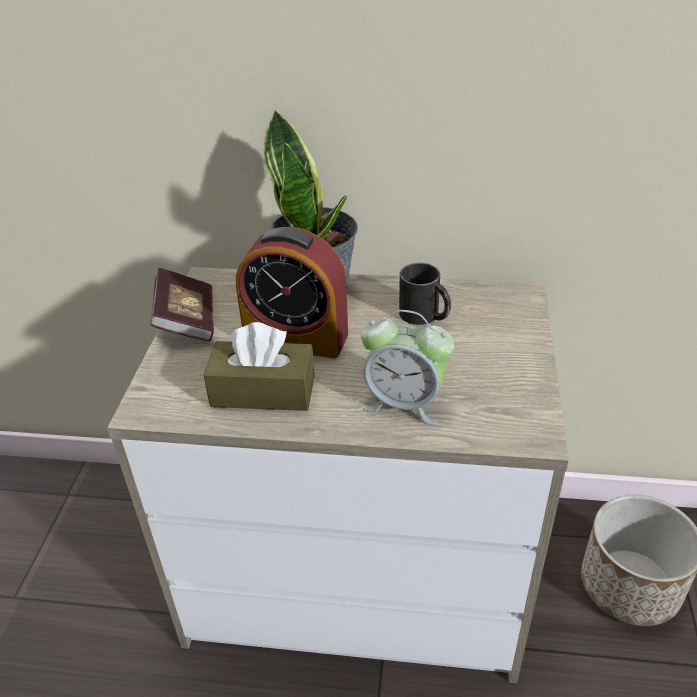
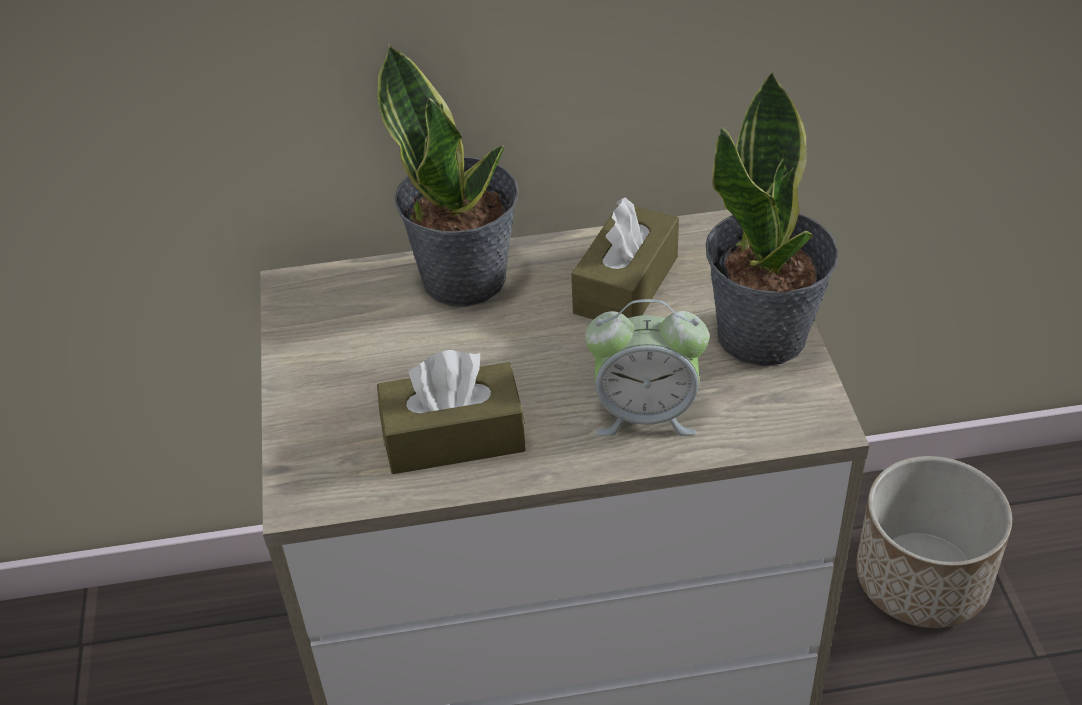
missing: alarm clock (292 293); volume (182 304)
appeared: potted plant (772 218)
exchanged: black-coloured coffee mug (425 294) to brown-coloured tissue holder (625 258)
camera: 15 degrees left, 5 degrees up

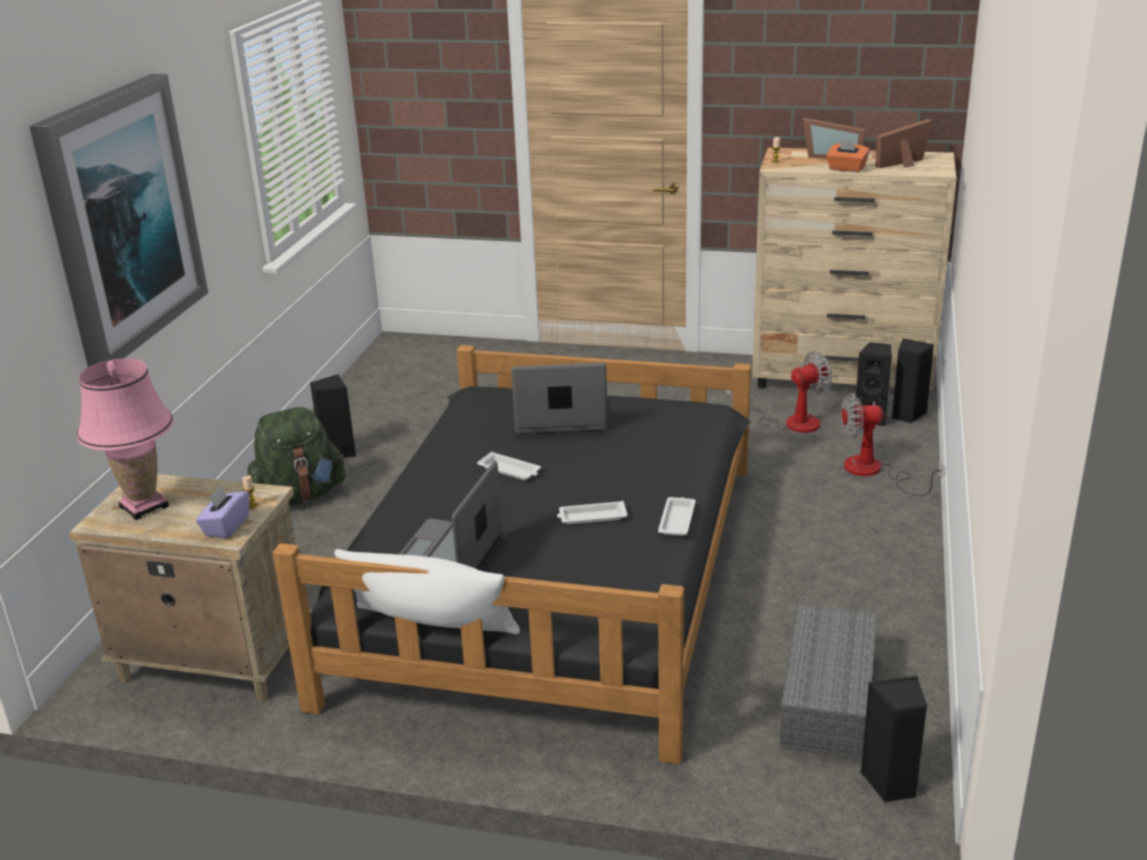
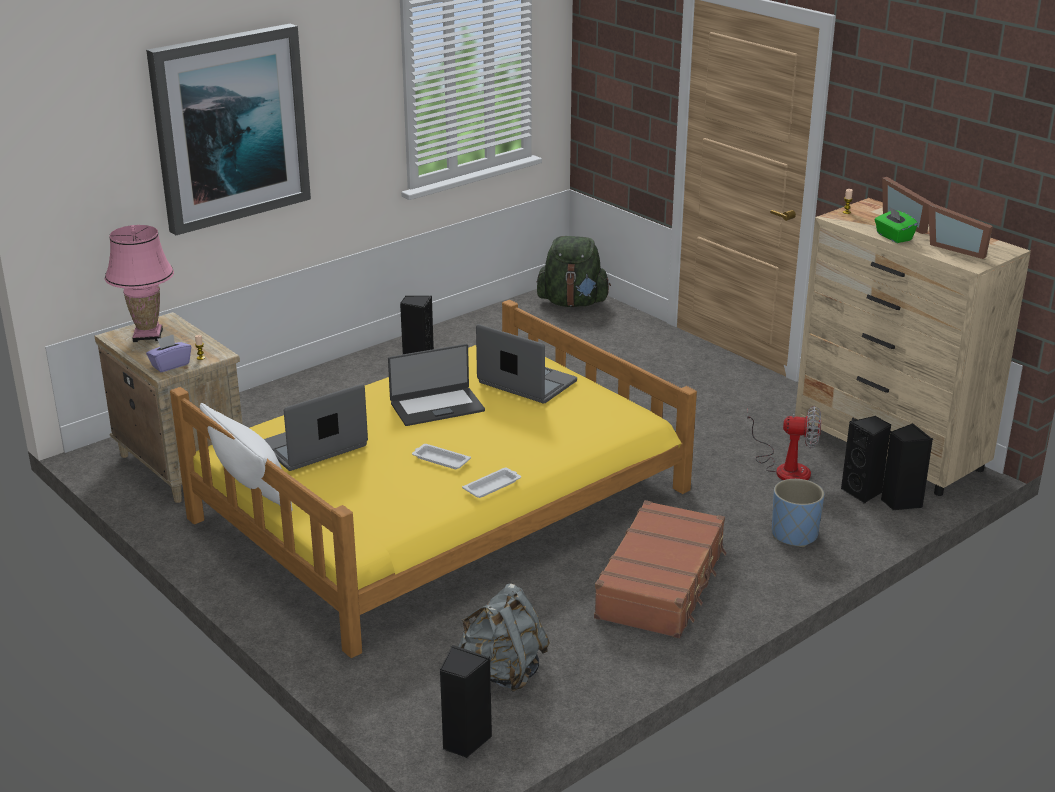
appeared: brown-coloured piece of luggage (660 569)
relocated: greenish rucksack (296 456) to (574 271)
exchanged: cooling fan (892 444) to bluish flower pot (798 513); white-coloured tray (509 466) to portable computer (436 385); grey storage bin (828 682) to grey rucksack (504 637)
colour: orange-coloured tissue holder (848 156) to greenish tissue holder (896 224); black-coloured bed (511 554) to yellow bed (433 479)
spun: photo frame (904 143) = (960 231) 150 degrees counterclockwise
camera: 35 degrees right, 0 degrees up

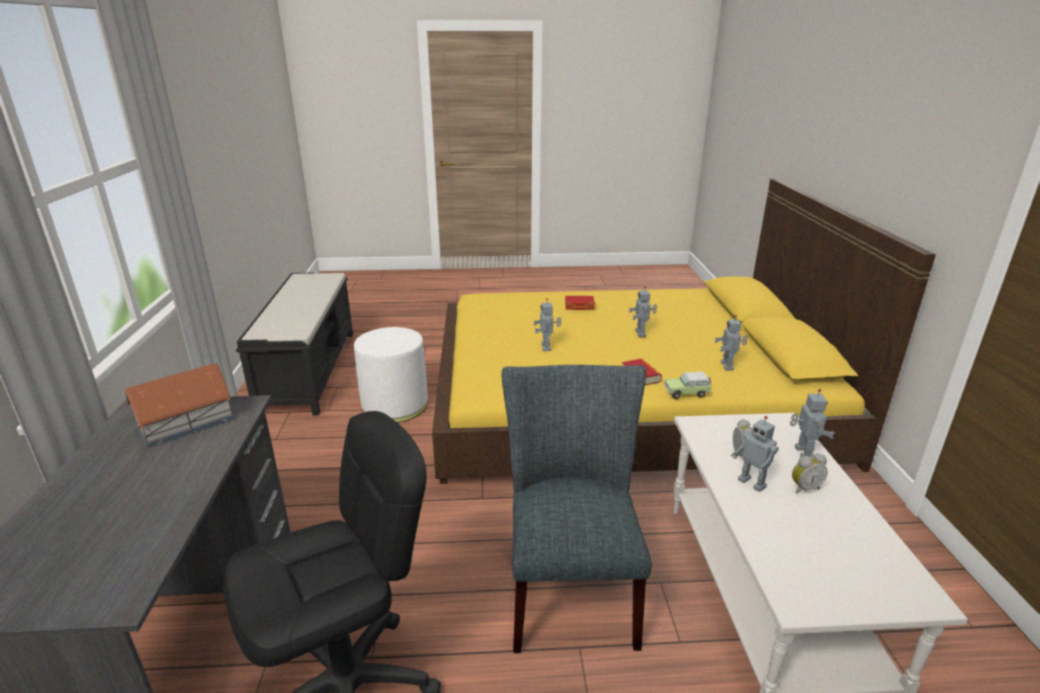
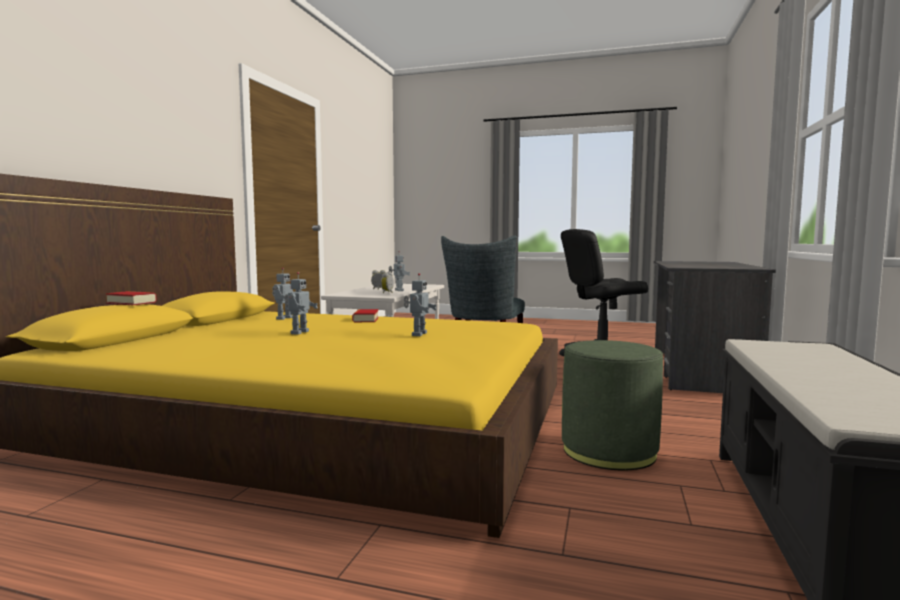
missing: toy house (180 406); toy car (687 385); model robot (812 423)
relocated: volume (580 303) to (131 298)
colour: white-coloured ottoman (391 375) to greenish ottoman (612 405)
camera: 160 degrees left, 20 degrees down

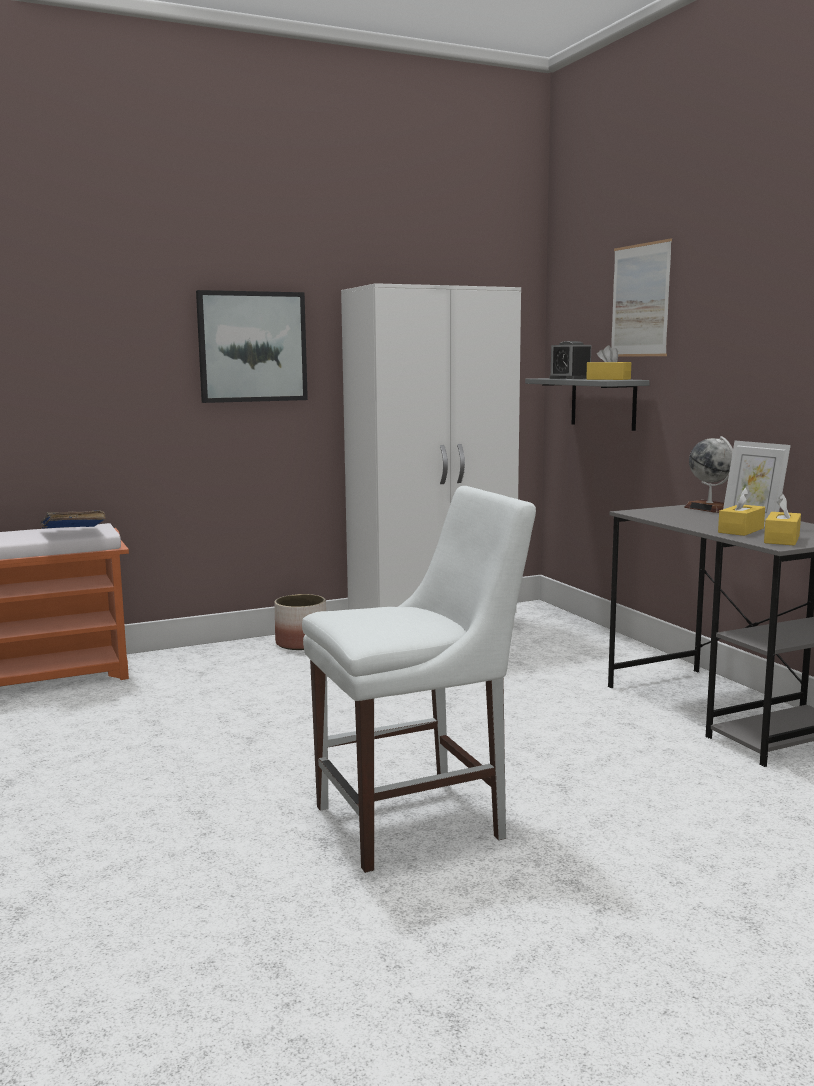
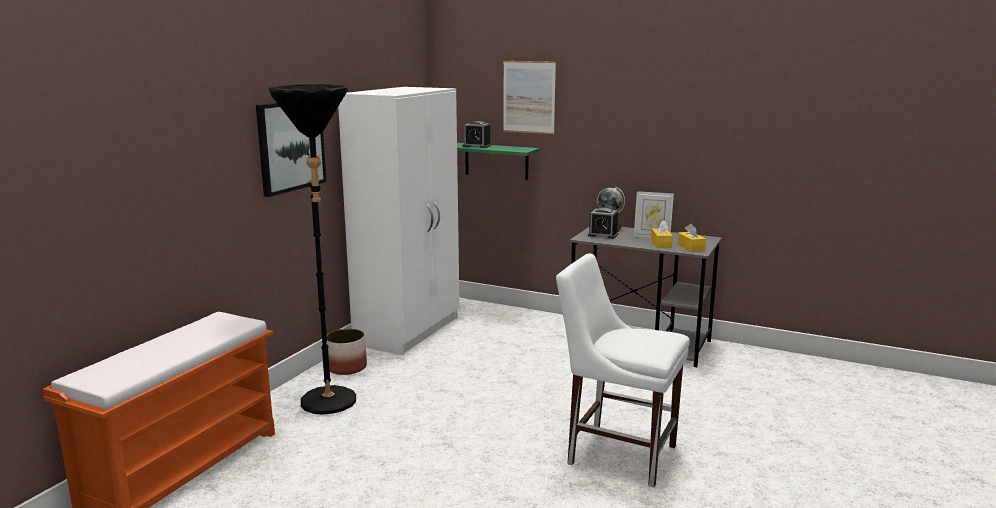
missing: yellow tissue holder (608 362); bluish volume (73 519)
appeared: black-coloured standing lamp (312 249); alarm clock (603 223)
colour: grey shelf (587 404) to greenish shelf (498 161)
spun: white-coloured plain chair (419 679) = (623 370) 90 degrees counterclockwise
camera: 40 degrees left, 5 degrees up

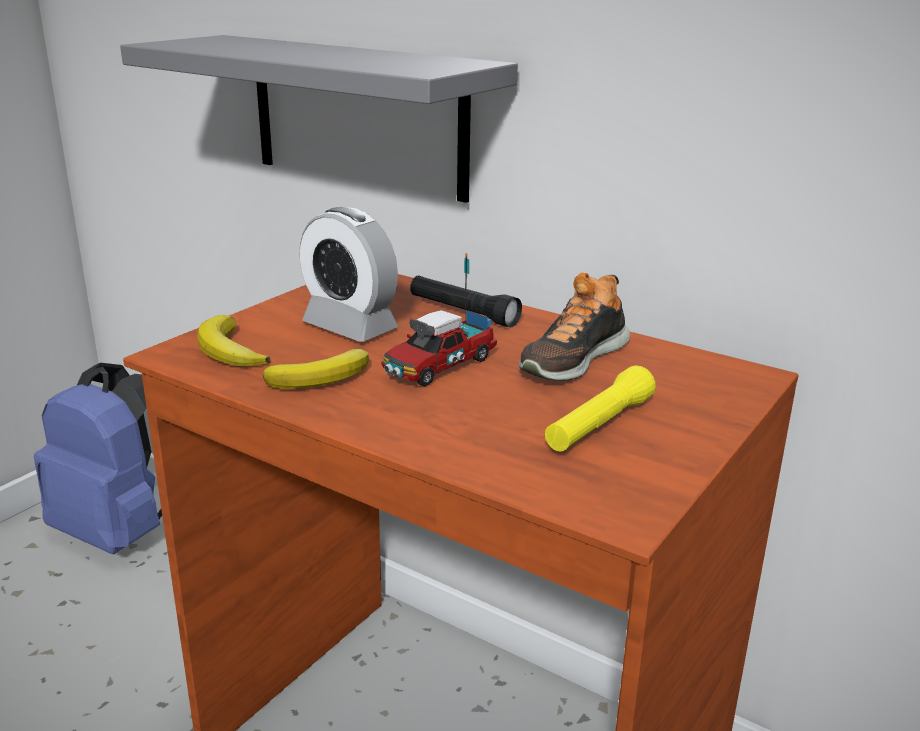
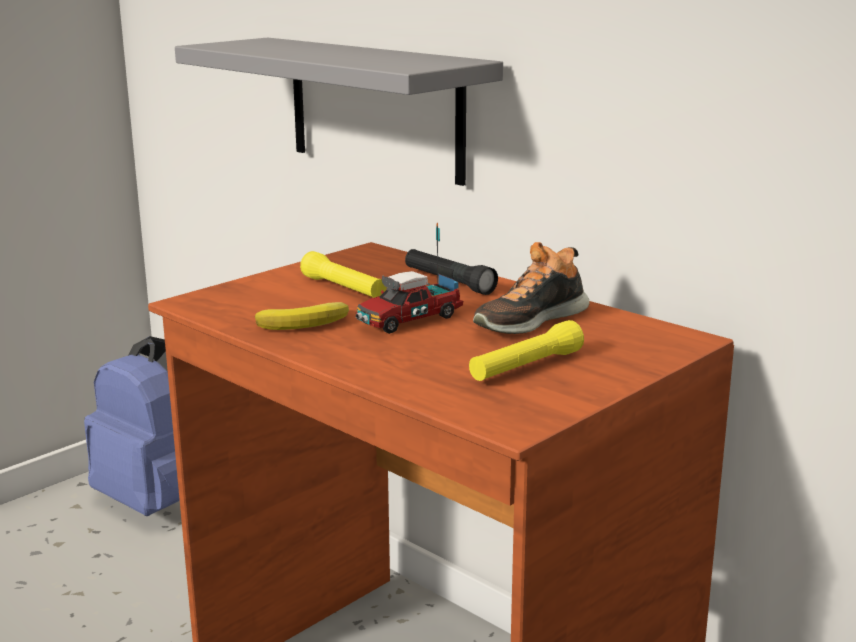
missing: banana (234 341)
exchanged: alarm clock (348 274) to yellow hand torch (343 274)
camera: 10 degrees right, 5 degrees down

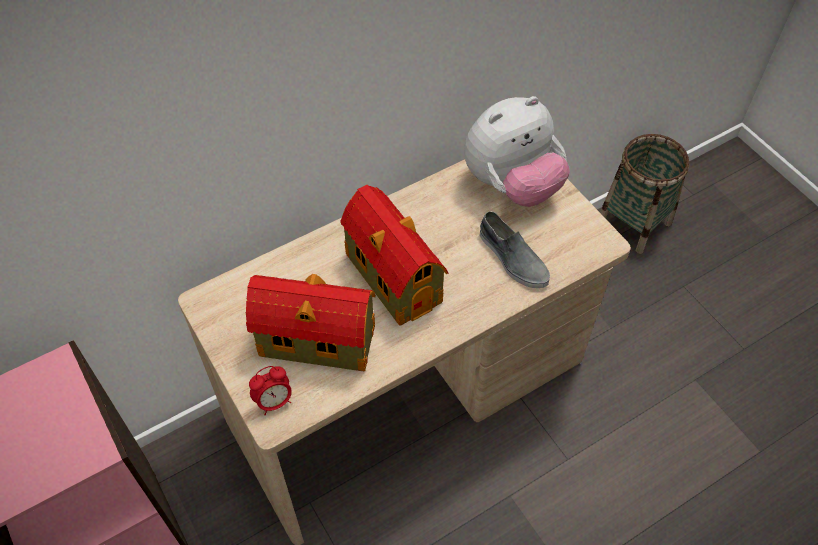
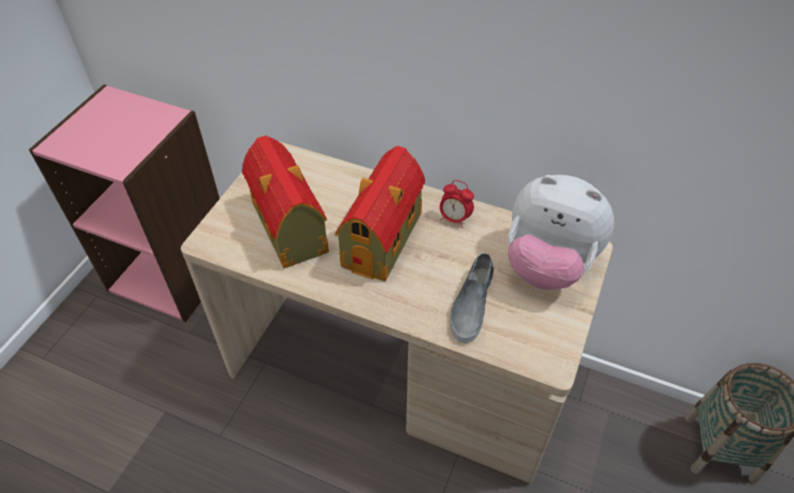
relocated: alarm clock (270 390) to (457 204)
camera: 55 degrees right, 5 degrees down

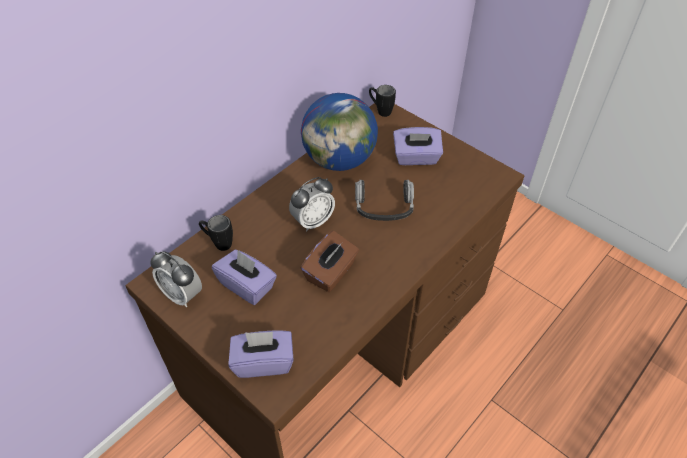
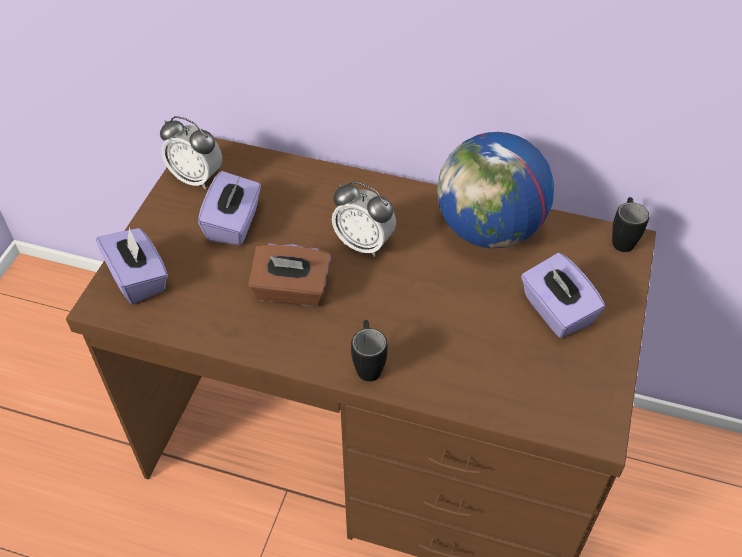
missing: headset (384 200)
relocated: black-coloured coffee mug (216 233) to (369 351)
spun: alarm clock (176 279) = (191 152) 75 degrees counterclockwise
camera: 65 degrees right, 0 degrees up

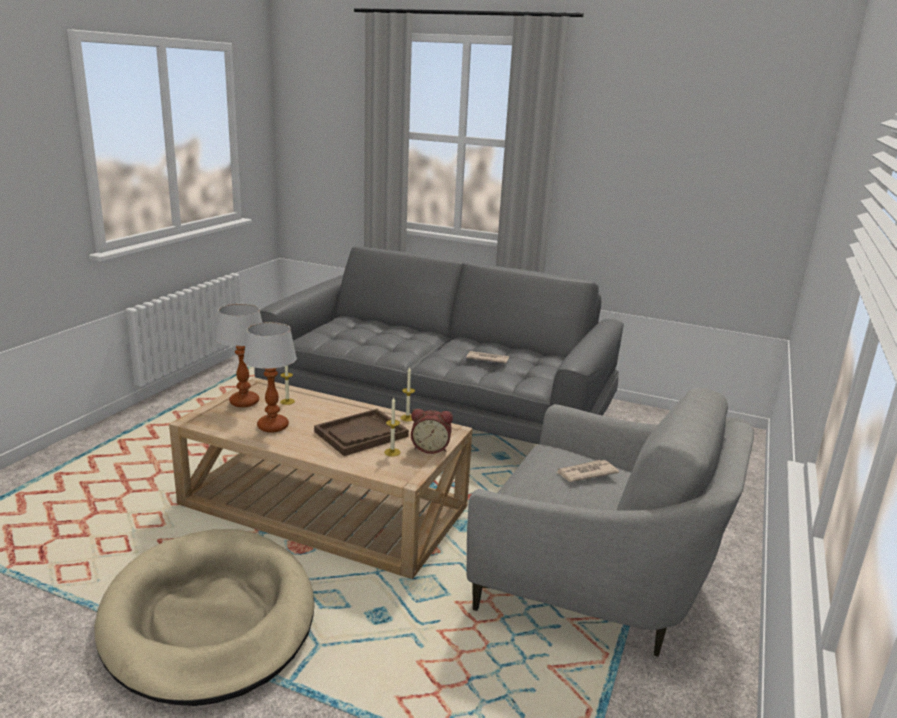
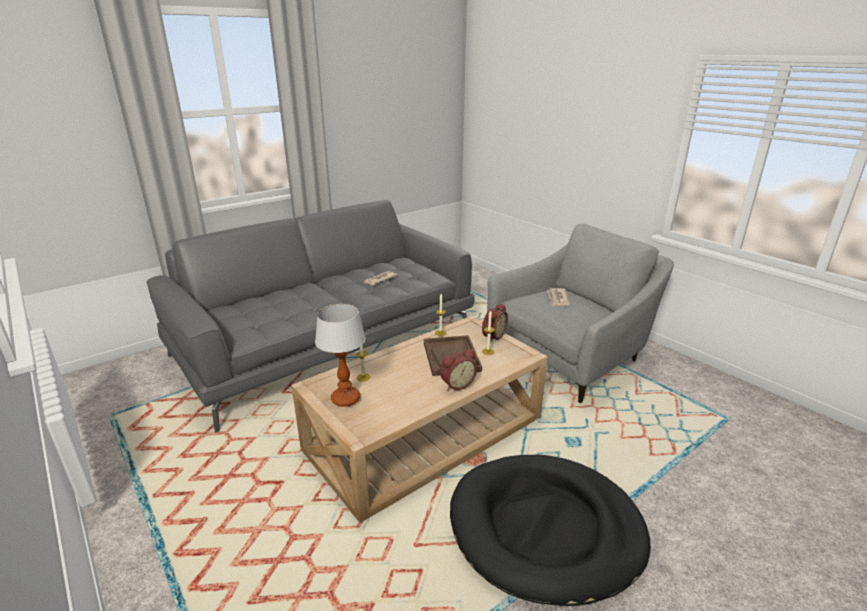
missing: tabletop lamp (270 377)
appeared: alarm clock (458 369)
colour: beige-coloured pet bed (204 617) to black-coloured pet bed (550 530)
camera: 60 degrees left, 5 degrees up

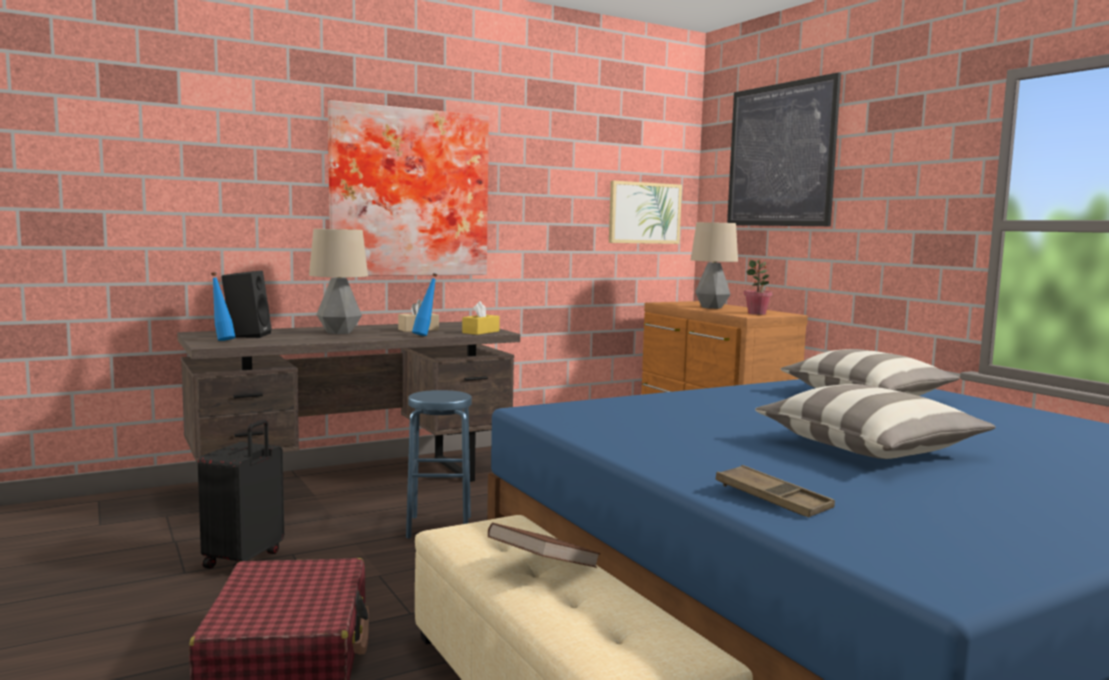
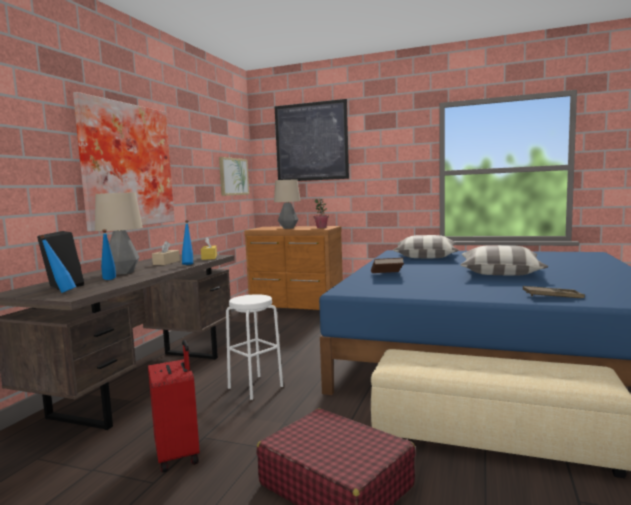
appeared: bluish drink bottle (108 254)
relocated: brown-coloured volume (544 545) to (387 265)
colour: bluish stool (439 464) to white-coloured stool (254 347); black-coloured piece of luggage (241 494) to red-coloured piece of luggage (174 406)
camera: 40 degrees left, 0 degrees up

